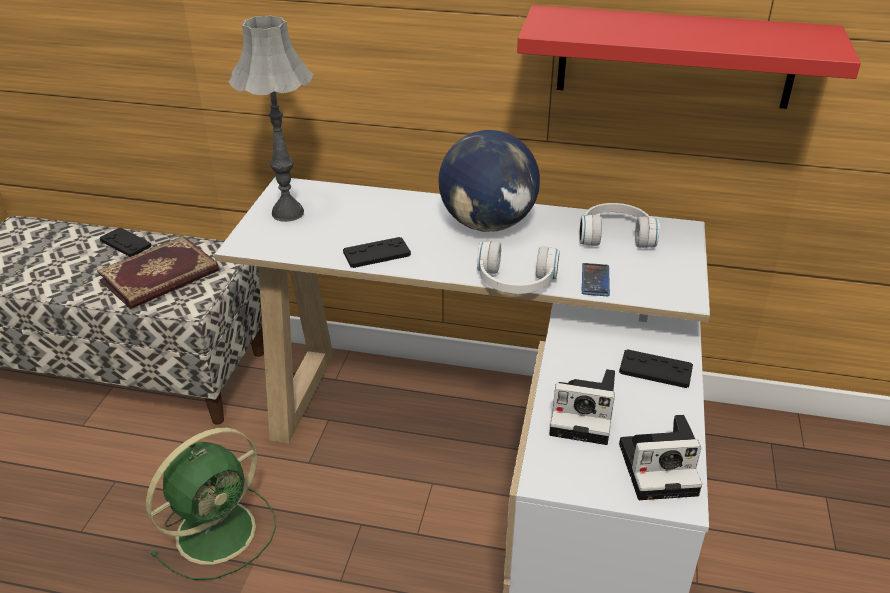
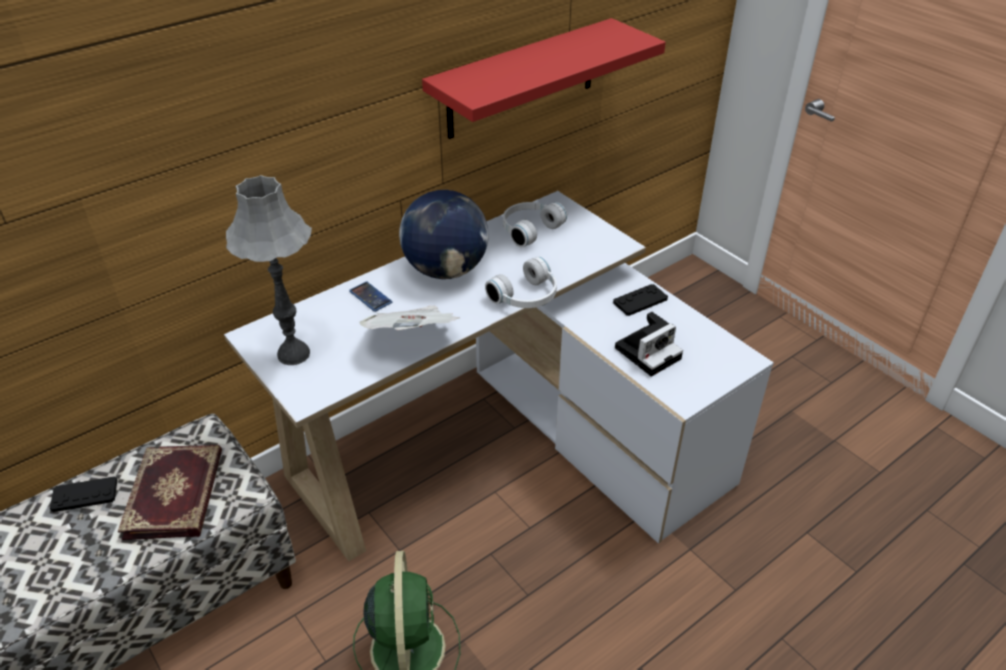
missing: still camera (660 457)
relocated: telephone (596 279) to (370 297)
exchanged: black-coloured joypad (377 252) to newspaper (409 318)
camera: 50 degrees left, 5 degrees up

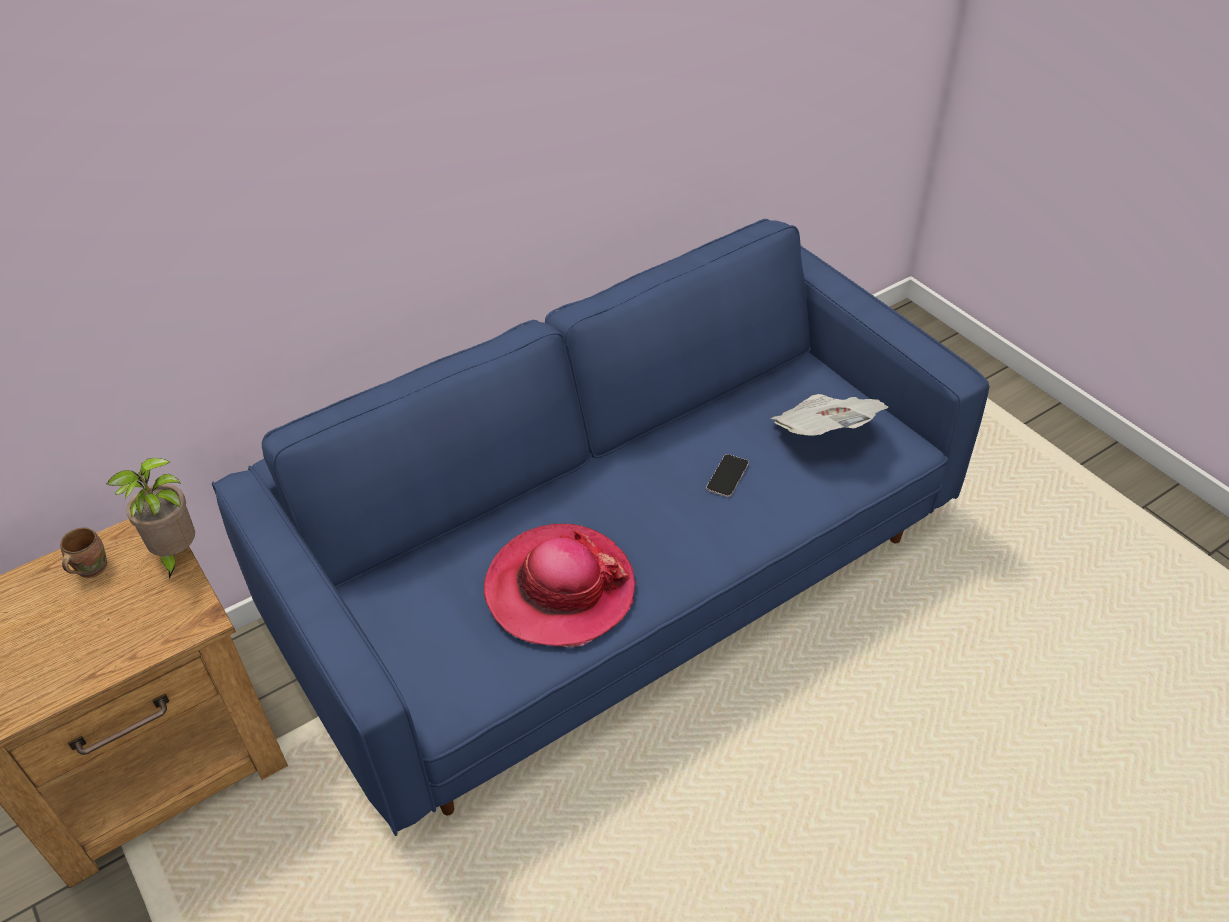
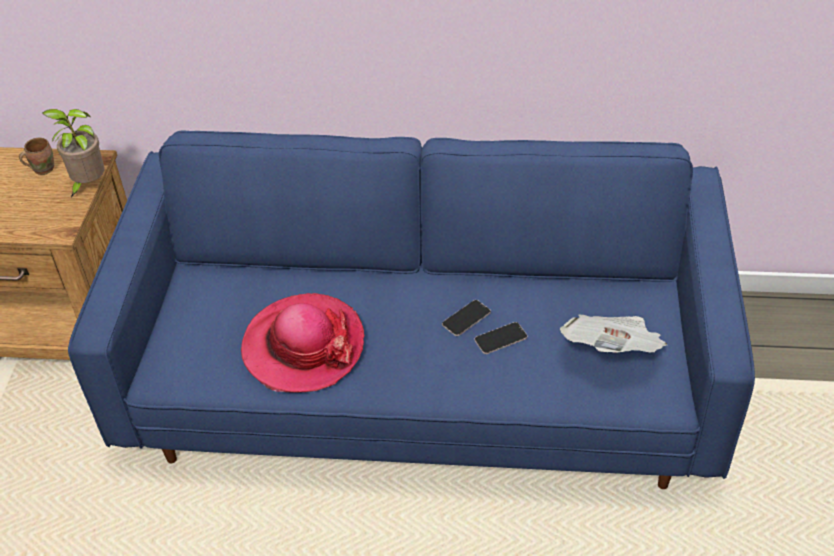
appeared: telephone (466 318)
camera: 40 degrees right, 0 degrees up

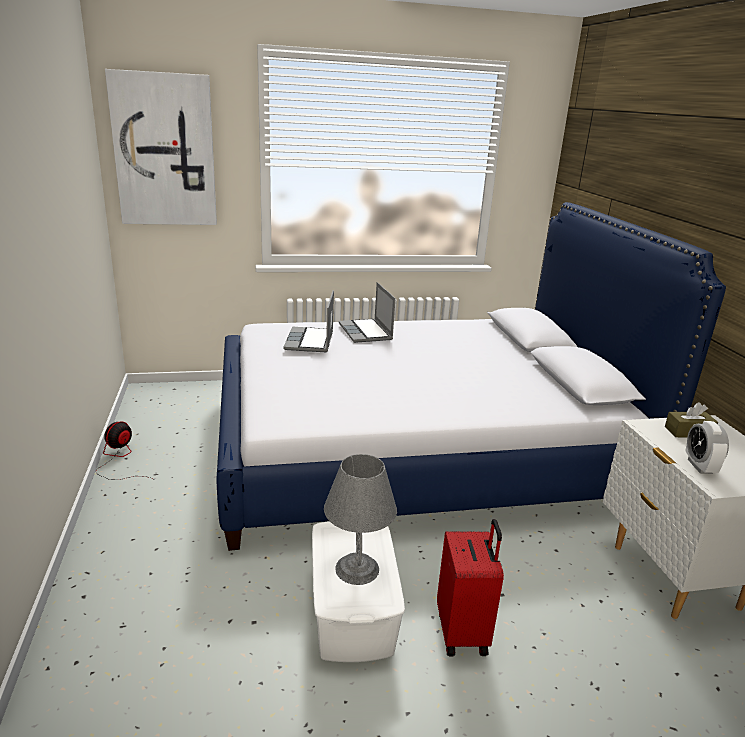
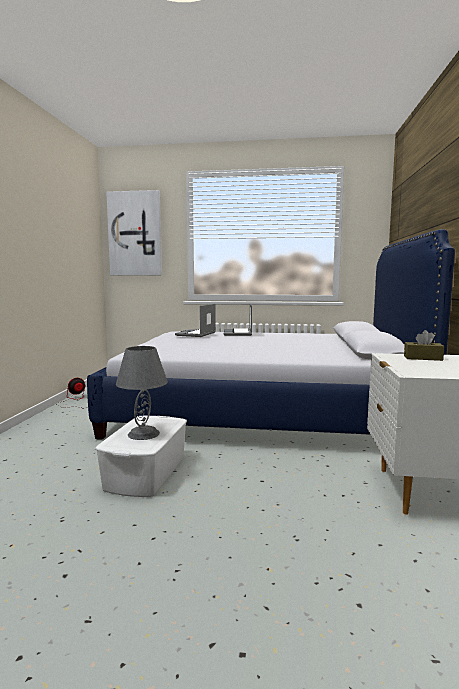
missing: alarm clock (707 447); red-coloured piece of luggage (470 587)
camera: 20 degrees right, 15 degrees down

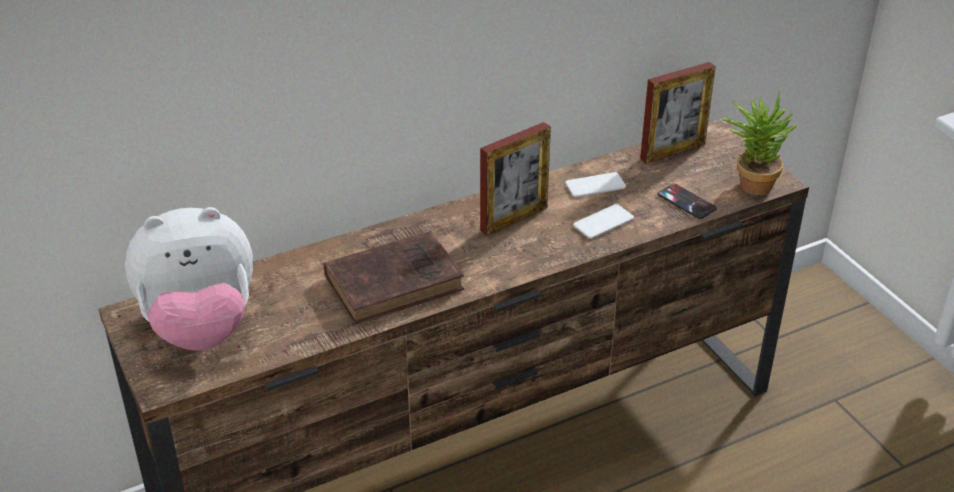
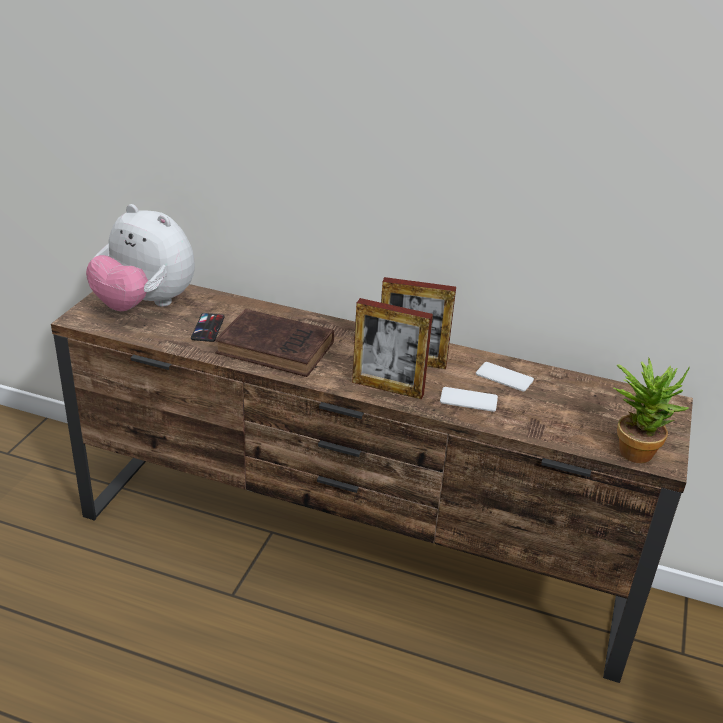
relocated: photo frame (678 112) to (392 348); telephone (687 201) to (208 327)
camera: 45 degrees right, 5 degrees down

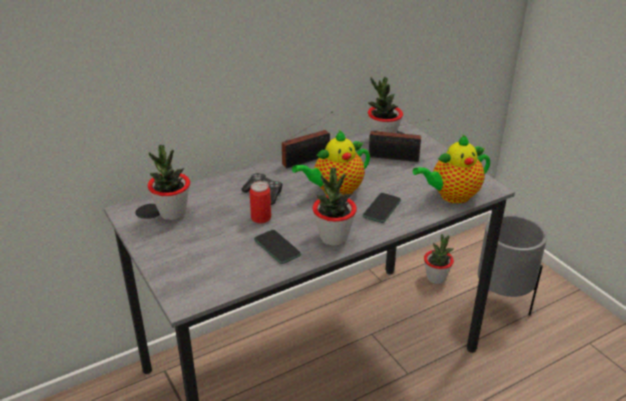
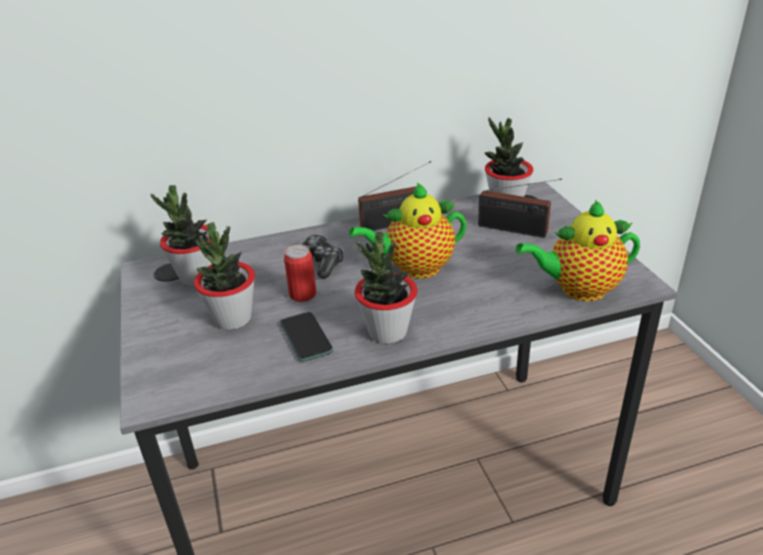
missing: telephone (382 208); grey flower pot (512 265)
relocated: potted plant (439 259) to (224 276)
camera: 15 degrees right, 0 degrees up

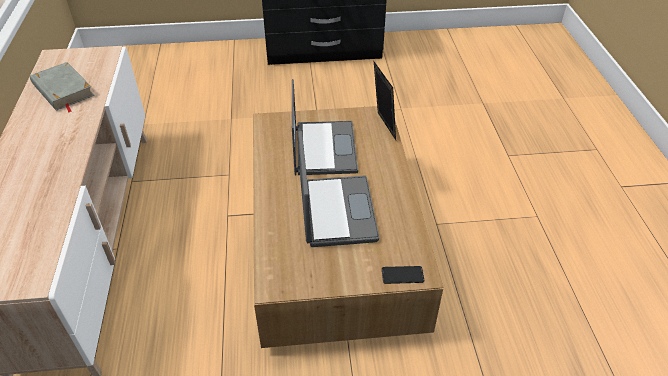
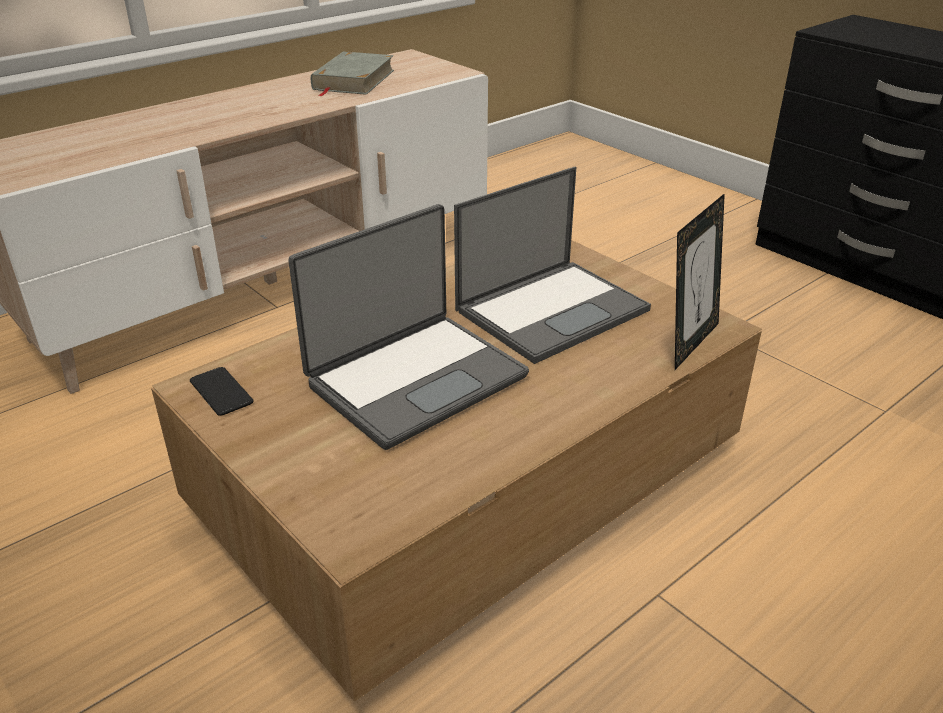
relocated: telephone (403 275) to (222 391)
camera: 55 degrees right, 10 degrees down

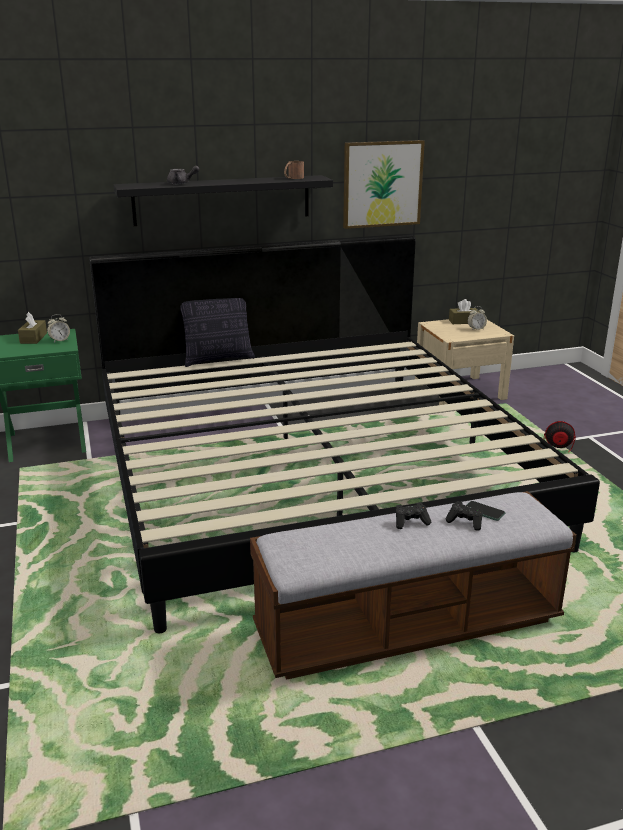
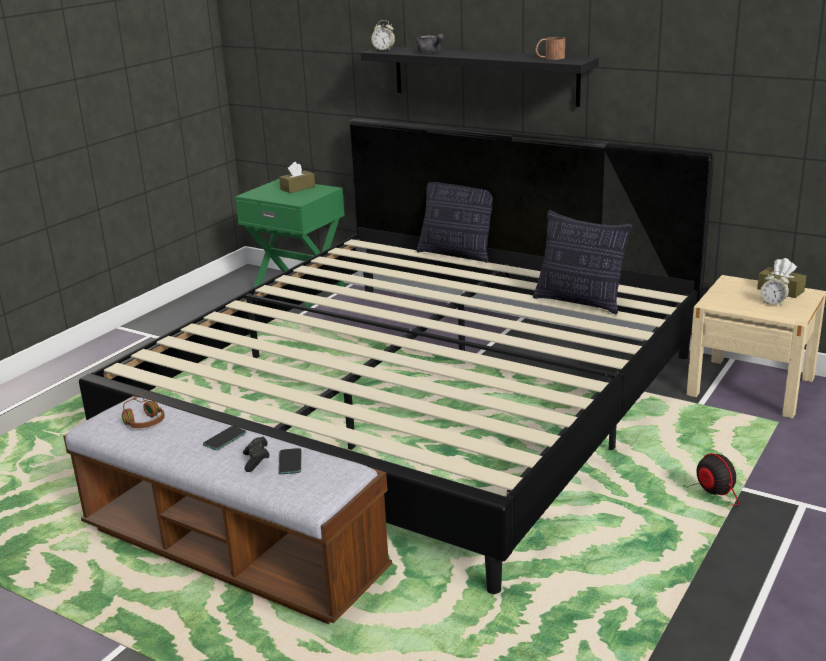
missing: wall picture (384 184)
appeared: throw pillow (582 262); brown-coloured headset (143 409)
relocated: alarm clock (58 328) to (383 35)
exchanged: black-coloured joypad (413 515) to telephone (224 438)
camera: 50 degrees right, 0 degrees up

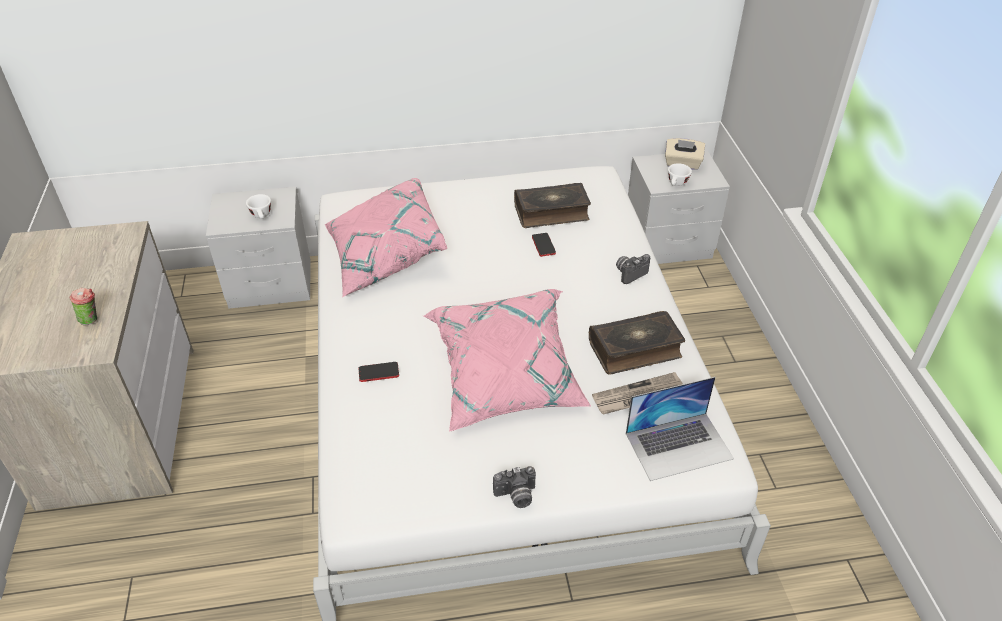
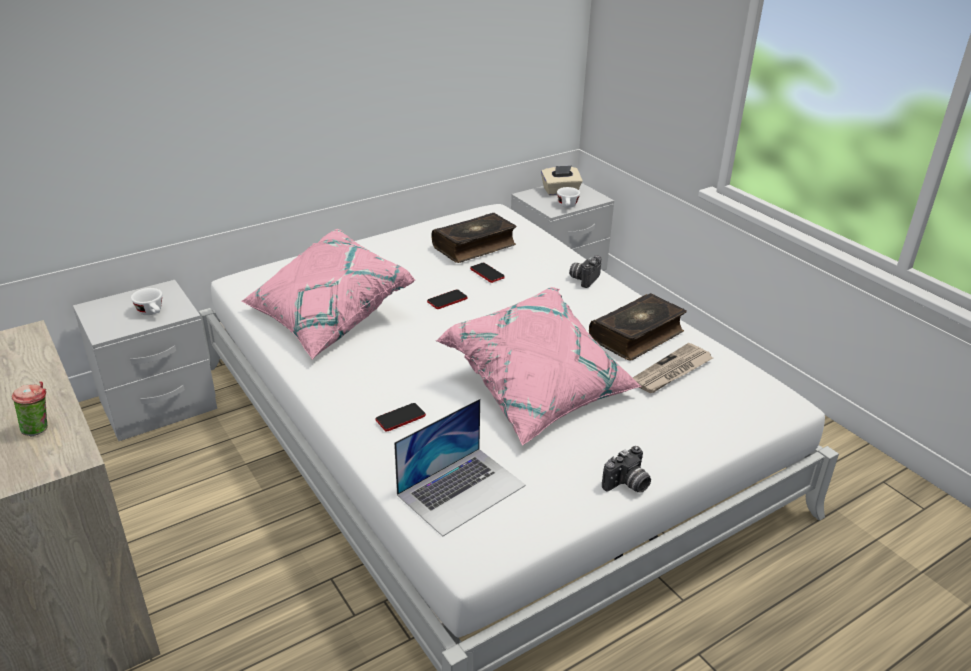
appeared: telephone (447 299)
relocated: portable computer (680 429) to (460 467)
camera: 25 degrees left, 10 degrees down

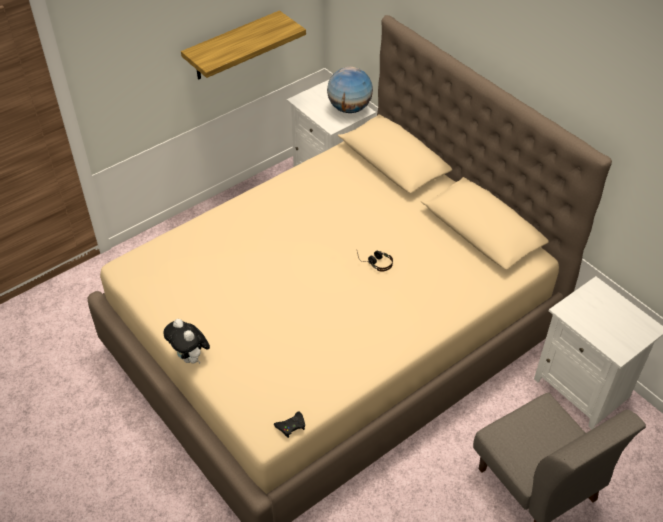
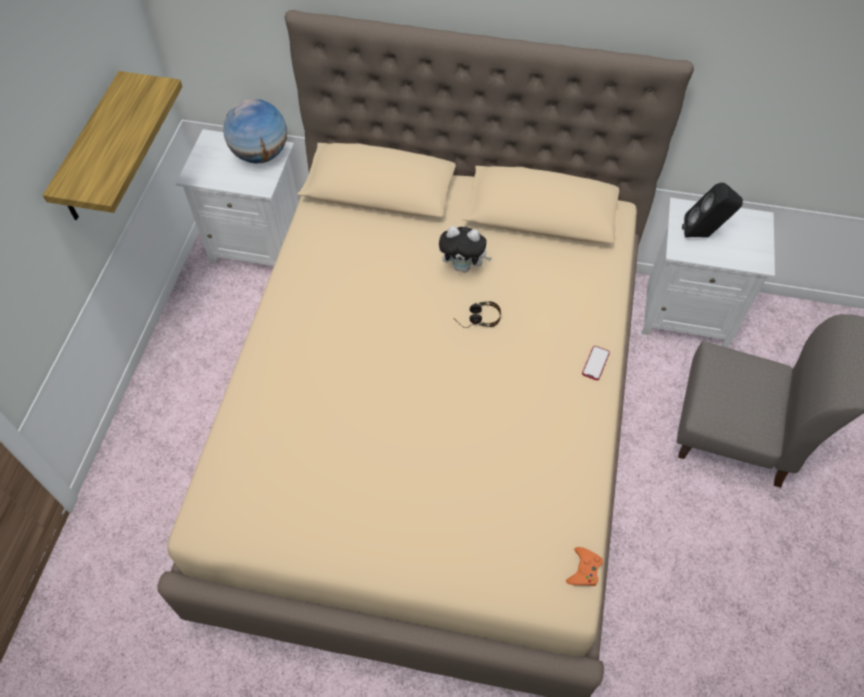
appeared: black-coloured loudspeaker (712 210); telephone (596 363)
relocated: cuddly toy (186 341) to (465 249)
colour: black-coloured joypad (289 424) to orange-coloured joypad (584 566)
camera: 40 degrees left, 10 degrees up

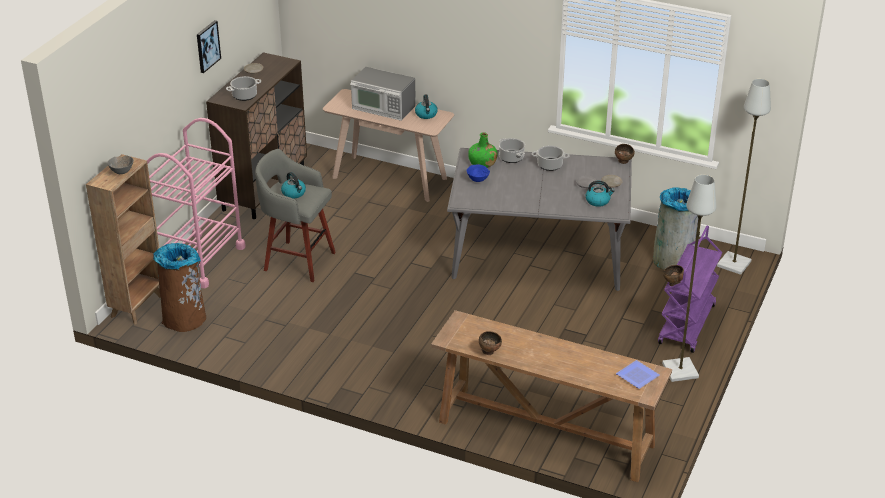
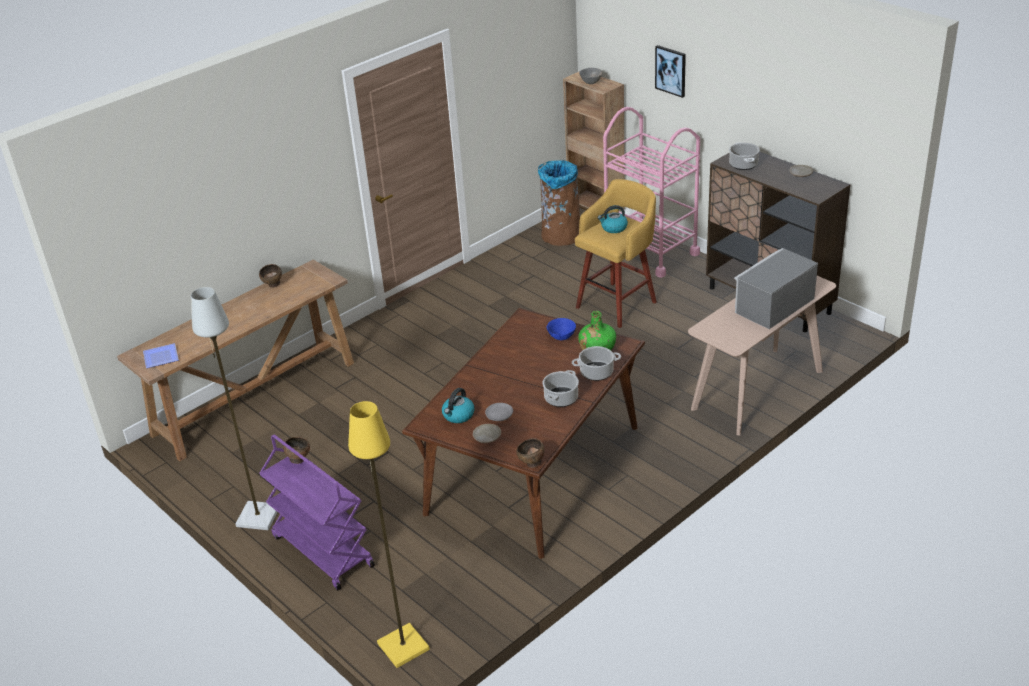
missing: tea kettle (426 106); grey rubbish bin (675 229)
relocated: wall picture (209 46) to (670 71)
colour: grey standing lamp (744 177) to yellow standing lamp (389 534); grey dinner table (539 219) to brown-coloured dinner table (523 433); grey stool (295 215) to yellow stool (616 253)
camera: 115 degrees right, 0 degrees up

